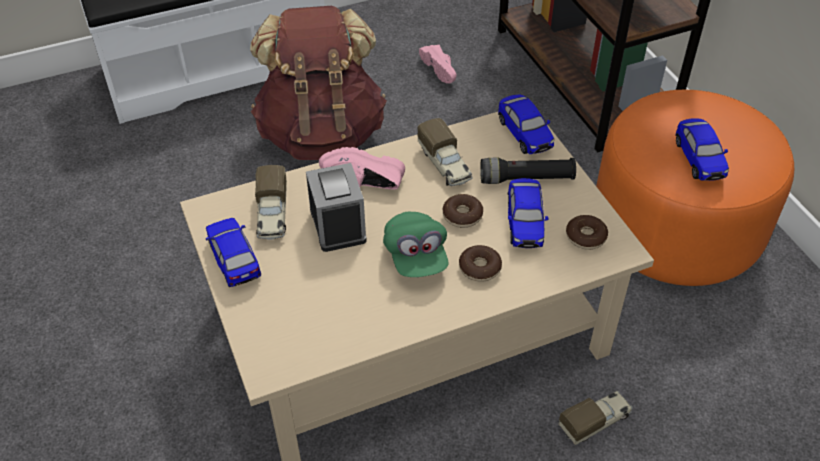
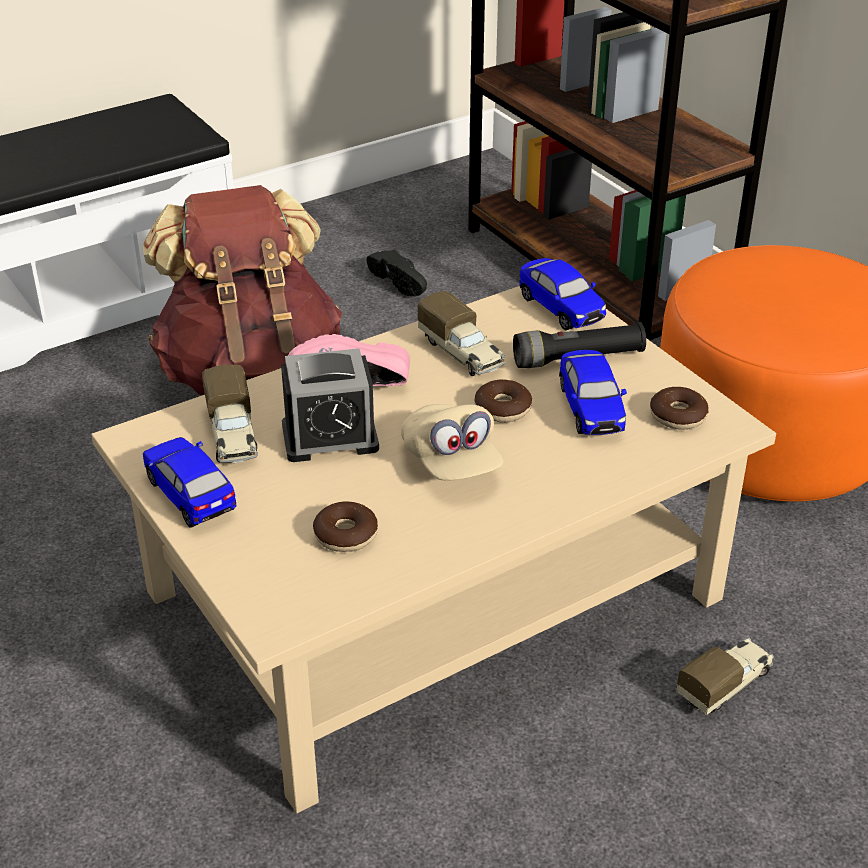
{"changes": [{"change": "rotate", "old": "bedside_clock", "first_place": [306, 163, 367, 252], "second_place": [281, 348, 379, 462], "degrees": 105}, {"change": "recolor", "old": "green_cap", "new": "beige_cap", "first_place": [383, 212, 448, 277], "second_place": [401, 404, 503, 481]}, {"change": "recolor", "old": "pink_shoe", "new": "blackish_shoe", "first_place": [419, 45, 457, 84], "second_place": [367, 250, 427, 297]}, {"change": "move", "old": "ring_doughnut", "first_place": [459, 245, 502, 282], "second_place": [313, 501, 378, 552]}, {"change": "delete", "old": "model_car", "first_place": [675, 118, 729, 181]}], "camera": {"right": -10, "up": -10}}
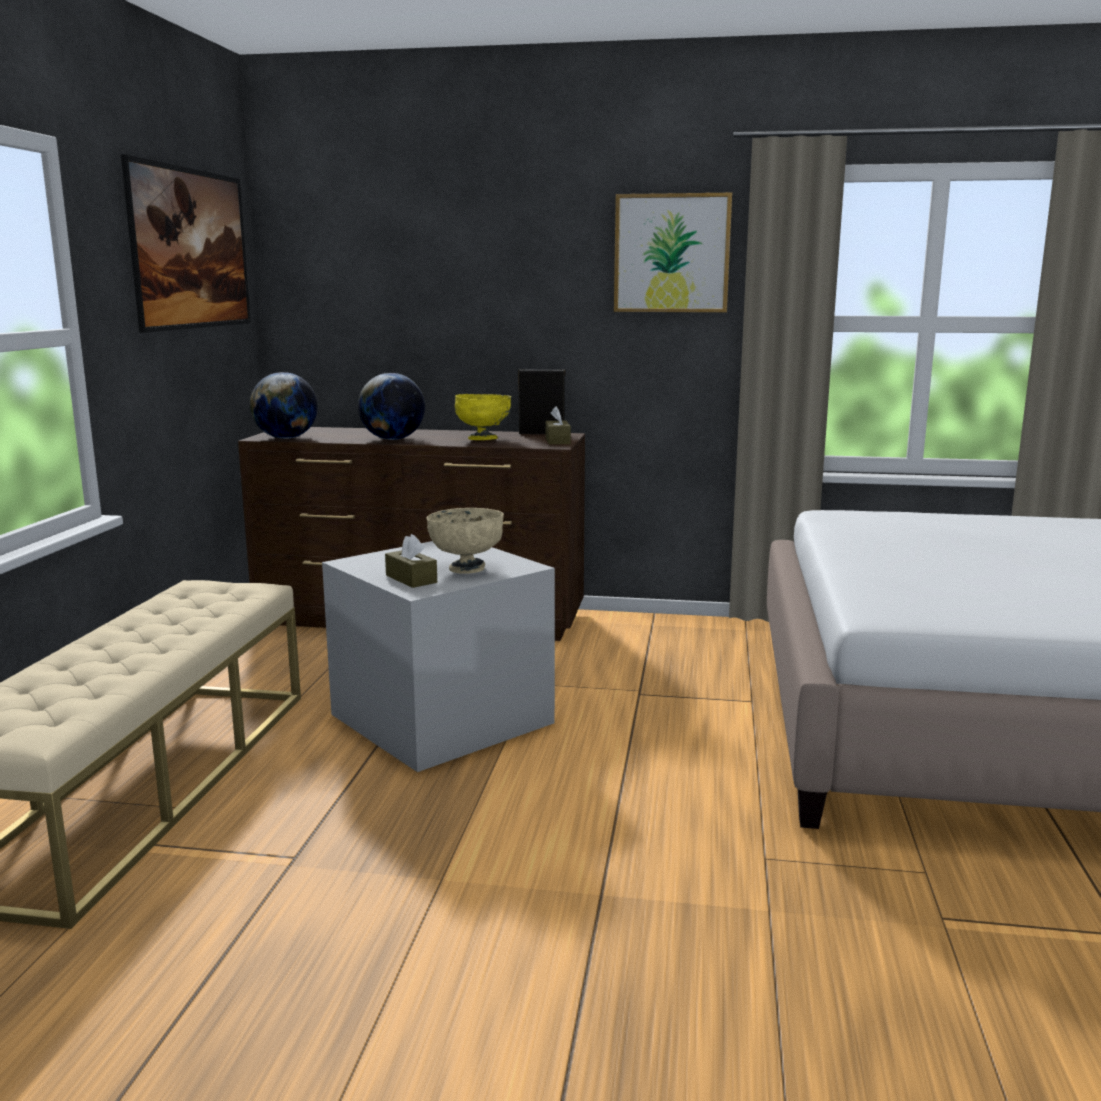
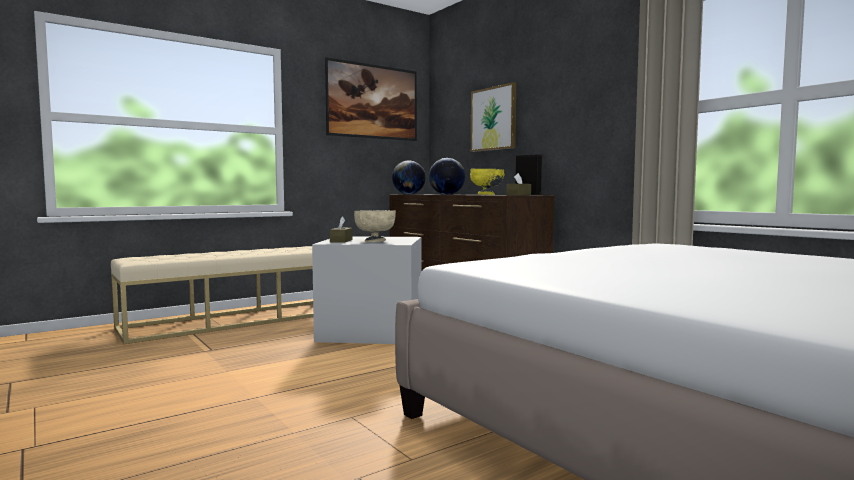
{"changes": [{"change": "move", "old": "picture", "first_place": [614, 193, 732, 312], "second_place": [471, 82, 516, 152]}], "camera": {"right": 45, "up": -10}}
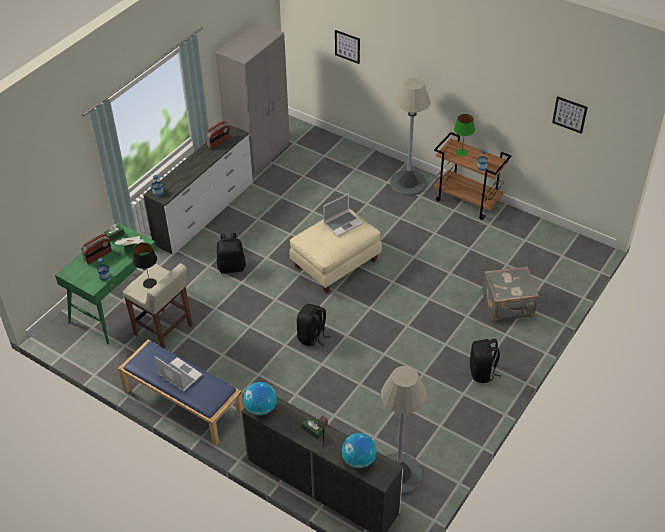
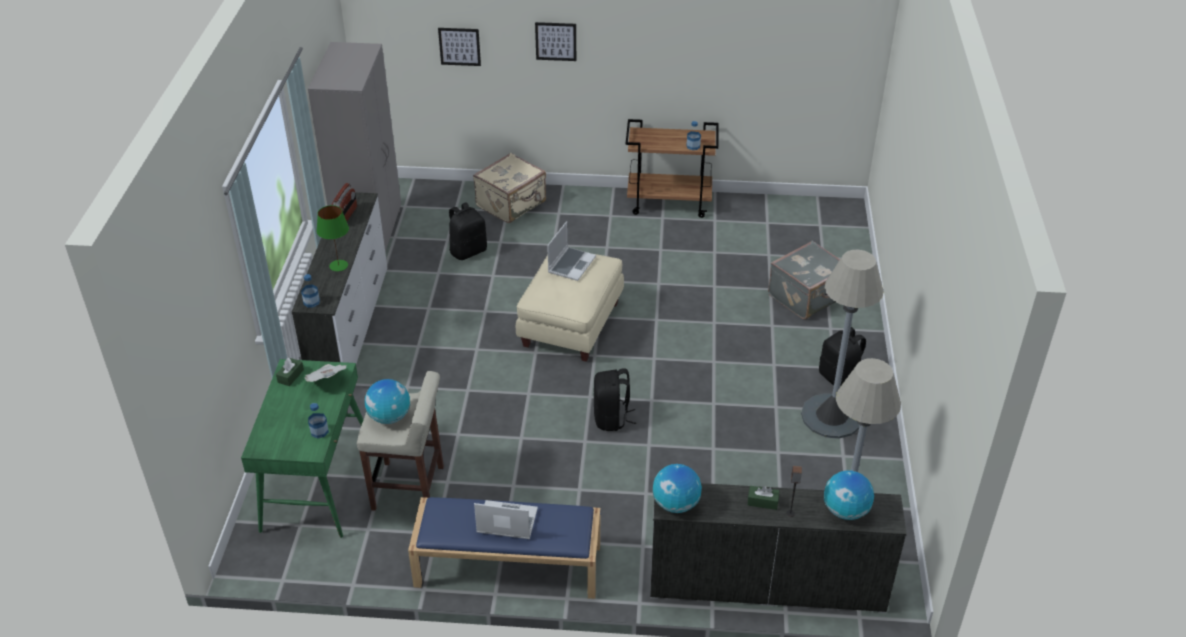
{"changes": [{"change": "delete", "old": "radio_set", "first_place": [81, 234, 112, 264]}, {"change": "replace", "old": "blackish_lamp_for_a_table", "new": "desk_globe", "first_place": [133, 243, 157, 288], "second_place": [365, 379, 410, 424]}, {"change": "move", "old": "blackish_rucksack", "first_place": [217, 233, 246, 273], "second_place": [449, 202, 487, 260]}, {"change": "move", "old": "grey_standing_lamp", "first_place": [390, 78, 430, 196], "second_place": [801, 250, 883, 439]}, {"change": "move", "old": "green_lamp_for_a_table", "first_place": [454, 114, 475, 157], "second_place": [316, 205, 349, 271]}, {"change": "move", "old": "picture", "first_place": [552, 96, 588, 134], "second_place": [535, 22, 576, 61]}, {"change": "insert", "new": "beige_piece_of_luggage", "second_place": [473, 153, 546, 223]}], "camera": {"right": -30, "up": -5}}
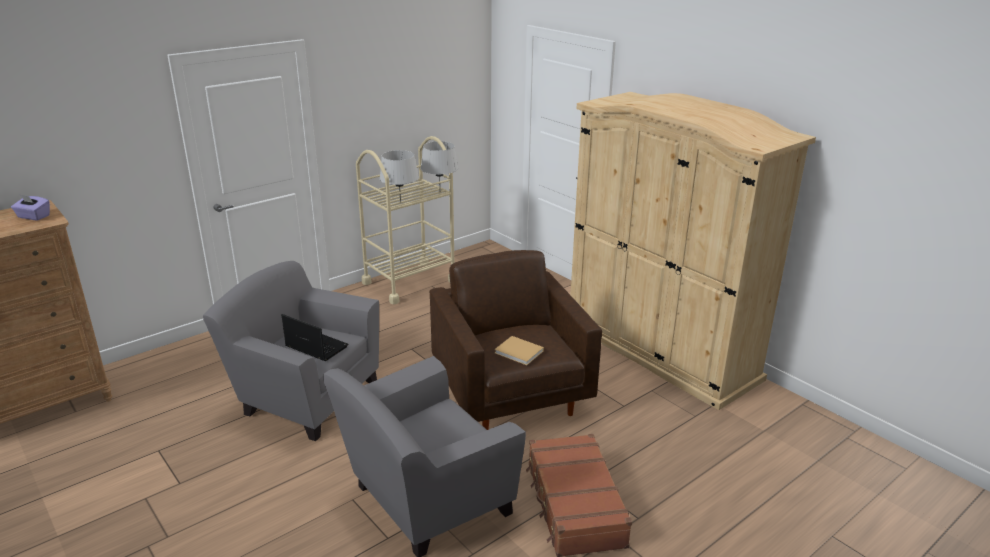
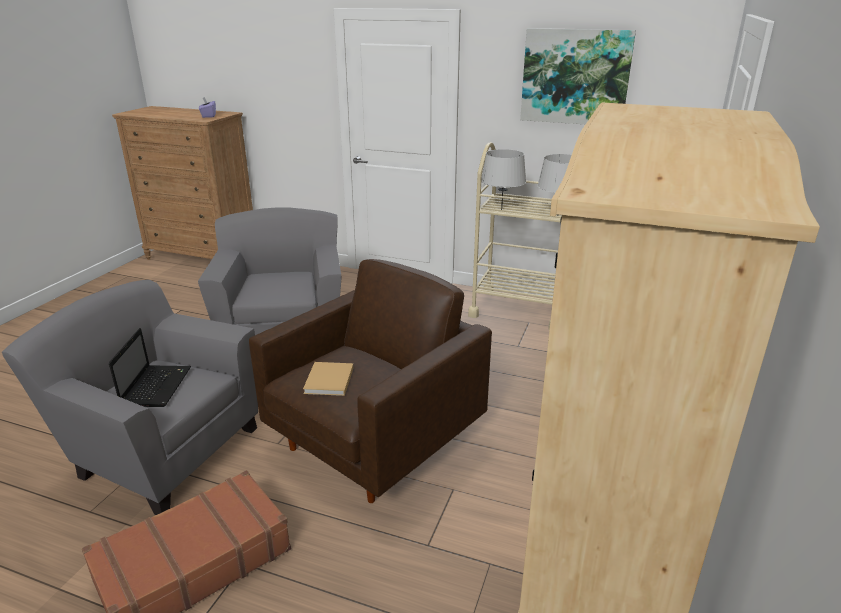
{"changes": [{"change": "move", "old": "portable_computer", "first_place": [281, 314, 348, 361], "second_place": [109, 328, 191, 407]}, {"change": "insert", "new": "picture", "second_place": [520, 28, 636, 124]}], "camera": {"right": 60, "up": 0}}
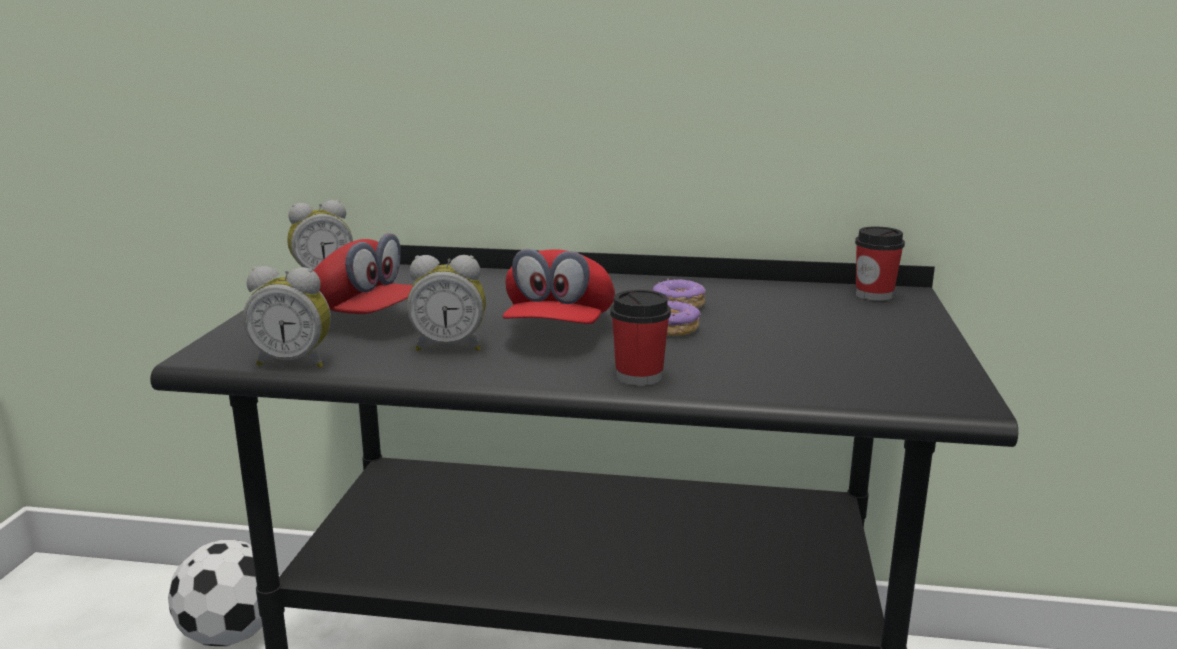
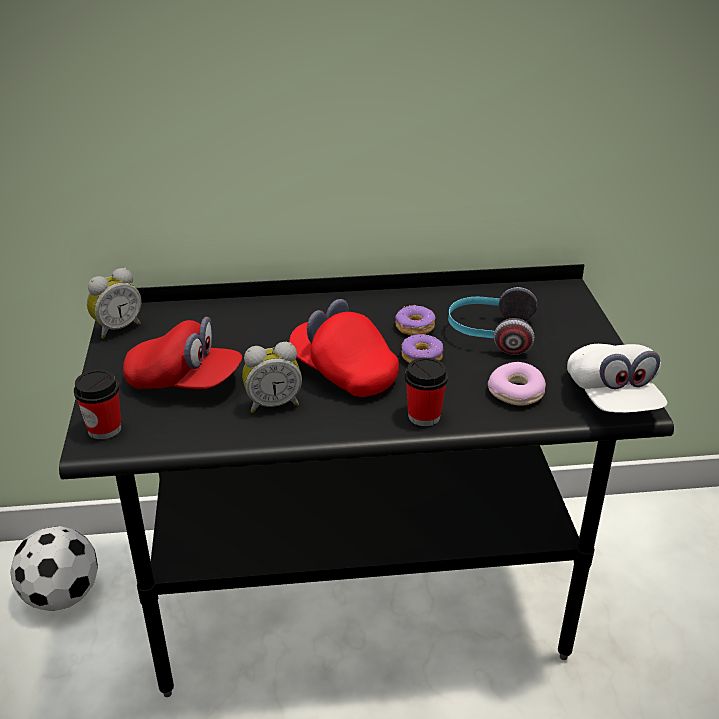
{"changes": [{"change": "delete", "old": "bedside_clock", "first_place": [243, 266, 331, 368]}, {"change": "rotate", "old": "reddish_cap", "first_place": [503, 249, 615, 324], "second_place": [289, 299, 399, 397], "degrees": 135}, {"change": "move", "old": "small_cup", "first_place": [855, 226, 905, 301], "second_place": [74, 370, 121, 440]}, {"change": "insert", "new": "pair_of_headphones", "second_place": [448, 287, 538, 355]}, {"change": "insert", "new": "ring_doughnut", "second_place": [488, 362, 546, 406]}, {"change": "insert", "new": "whitish_cap", "second_place": [567, 344, 667, 413]}], "camera": {"right": -15, "up": 15}}
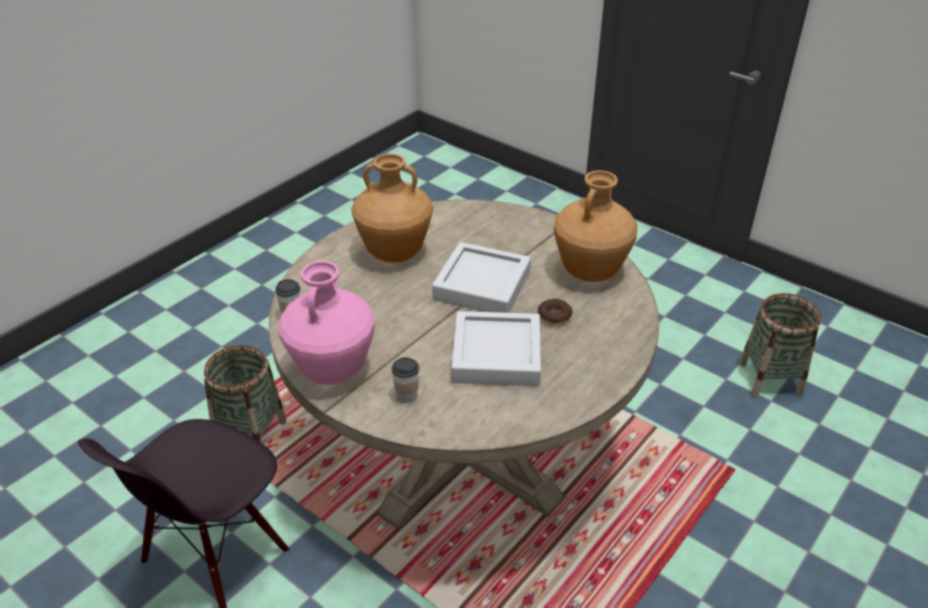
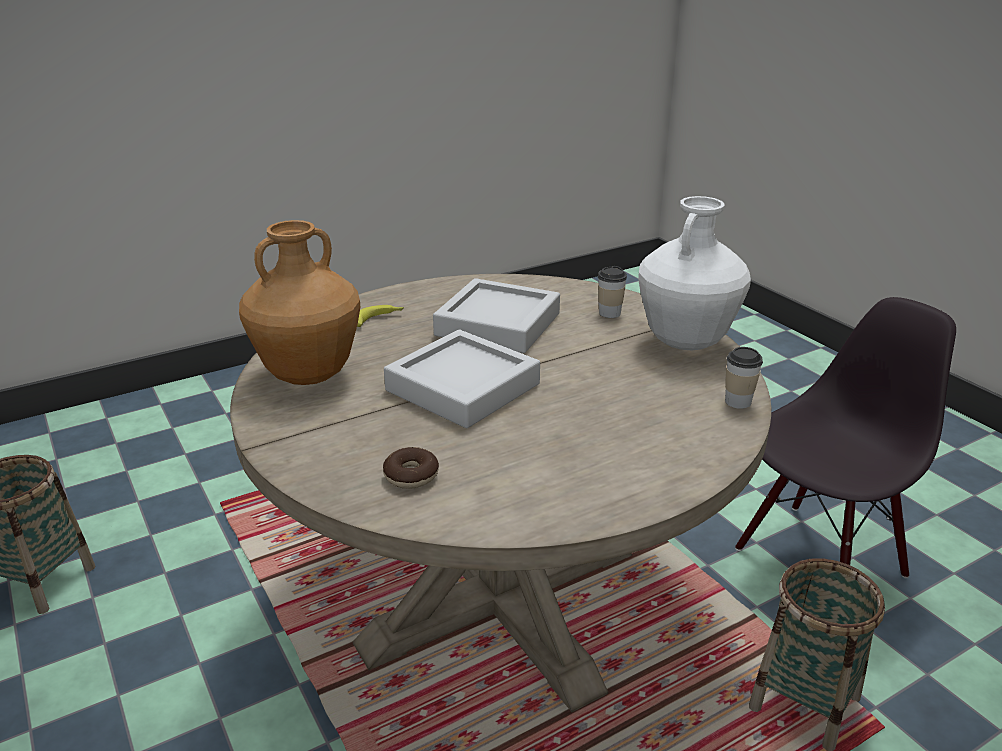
{"changes": [{"change": "recolor", "old": "pink_decorative_vase", "new": "whitish_decorative_vase", "first_place": [279, 261, 375, 385], "second_place": [638, 196, 751, 350]}, {"change": "delete", "old": "brownish_decorative_vase", "first_place": [351, 153, 433, 263]}, {"change": "move", "old": "ring_doughnut", "first_place": [538, 299, 573, 325], "second_place": [383, 447, 439, 489]}, {"change": "insert", "new": "whole_banana", "second_place": [357, 305, 404, 327]}], "camera": {"right": -160, "up": -10}}
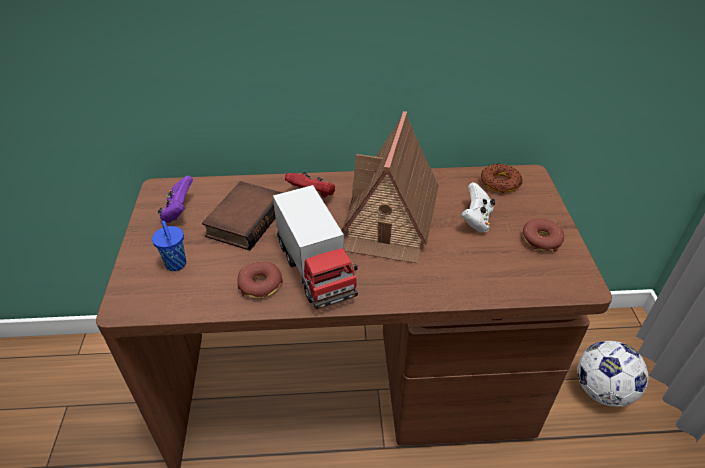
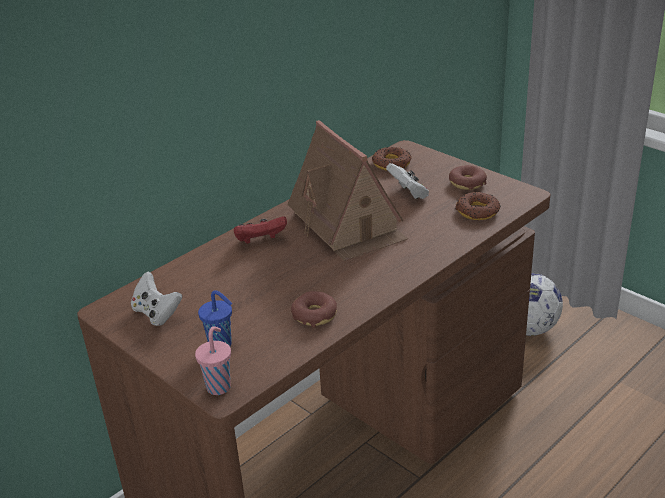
{"changes": [{"change": "recolor", "old": "purple-coloured_game_controller", "new": "whitish_game_controller", "first_place": [158, 176, 193, 223], "second_place": [131, 272, 182, 326]}, {"change": "delete", "old": "volume", "first_place": [202, 181, 283, 251]}, {"change": "delete", "old": "toy_truck", "first_place": [273, 185, 358, 309]}, {"change": "insert", "new": "pink_small_cup", "second_place": [195, 326, 231, 395]}, {"change": "insert", "new": "ring_doughnut", "second_place": [455, 192, 500, 220]}], "camera": {"right": -40, "up": -10}}
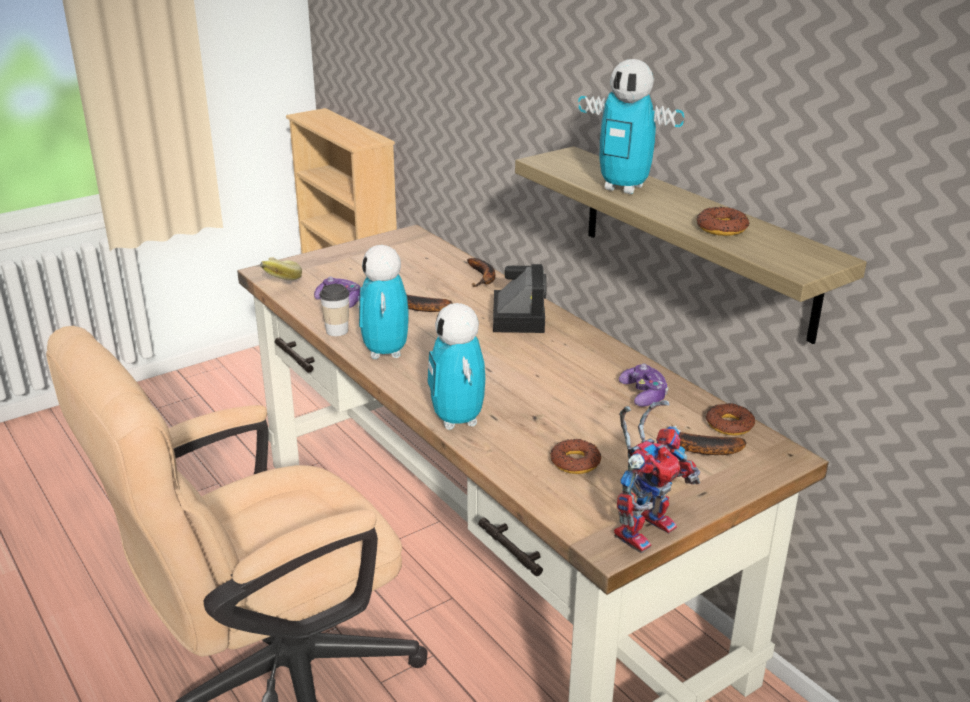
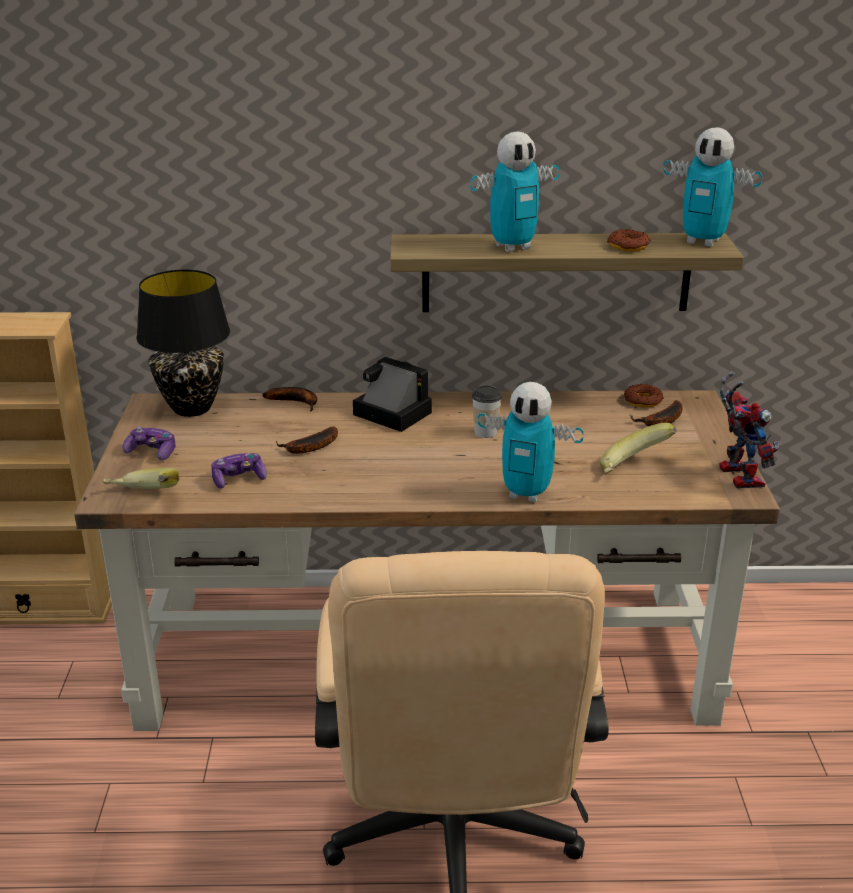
{"changes": [{"change": "move", "old": "small_cup", "first_place": [319, 284, 349, 336], "second_place": [472, 386, 502, 438]}, {"change": "move", "old": "model_robot", "first_place": [358, 245, 409, 359], "second_place": [664, 127, 762, 247]}, {"change": "replace", "old": "ring_doughnut", "new": "whole_banana", "first_place": [550, 439, 601, 474], "second_place": [600, 423, 677, 473]}, {"change": "move", "old": "game_controller", "first_place": [619, 363, 669, 407], "second_place": [122, 427, 176, 460]}, {"change": "insert", "new": "blackish_lamp_for_a_table", "second_place": [136, 270, 230, 417]}], "camera": {"right": -55, "up": 0}}
